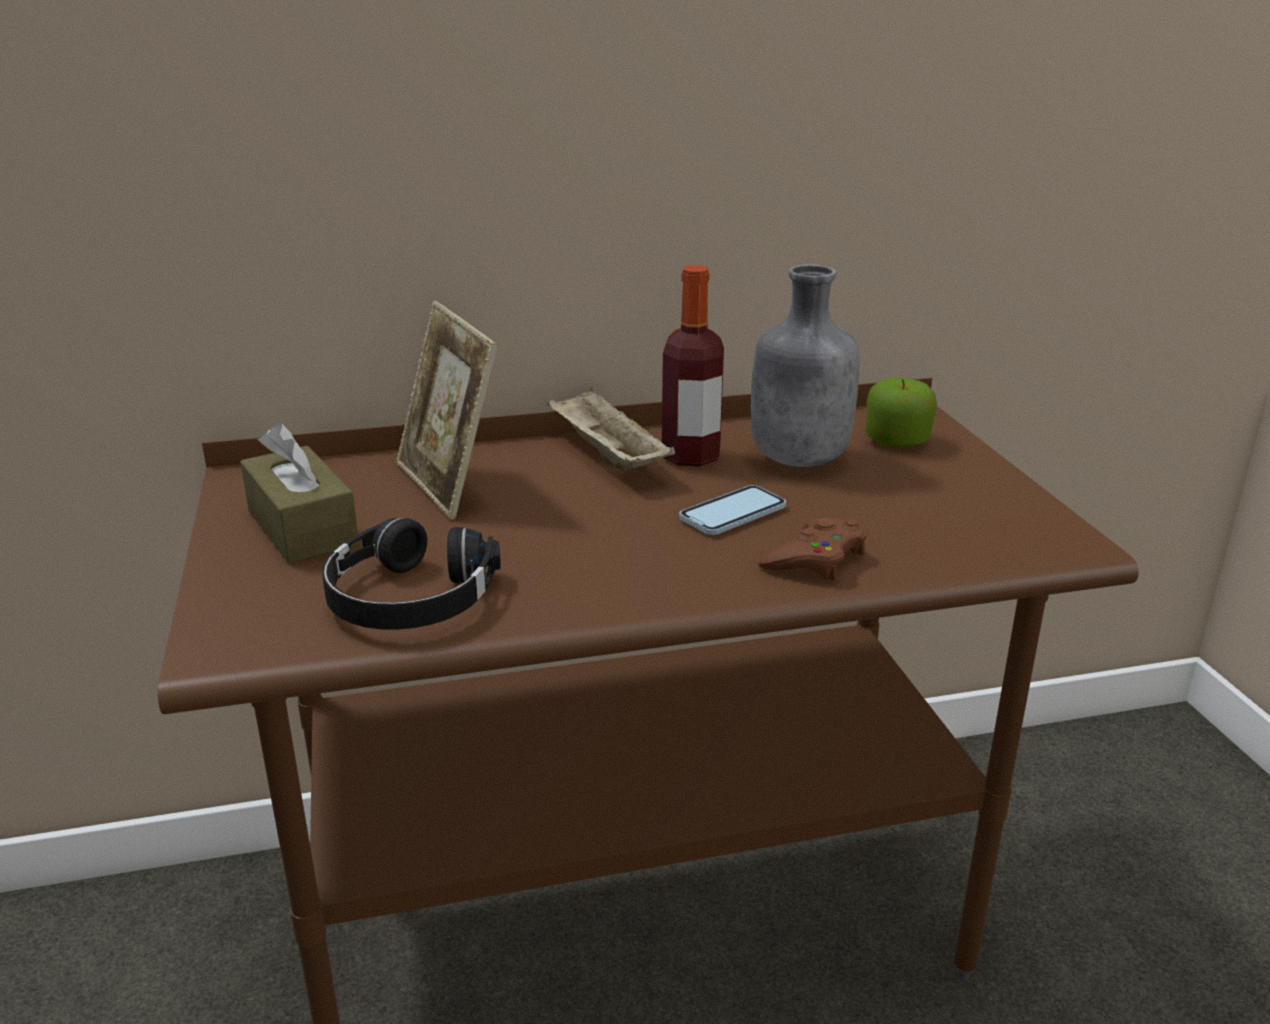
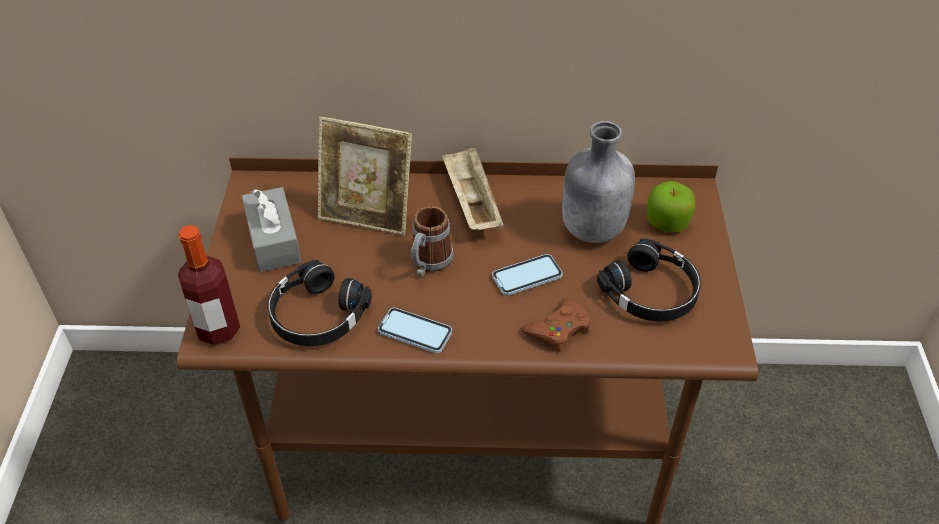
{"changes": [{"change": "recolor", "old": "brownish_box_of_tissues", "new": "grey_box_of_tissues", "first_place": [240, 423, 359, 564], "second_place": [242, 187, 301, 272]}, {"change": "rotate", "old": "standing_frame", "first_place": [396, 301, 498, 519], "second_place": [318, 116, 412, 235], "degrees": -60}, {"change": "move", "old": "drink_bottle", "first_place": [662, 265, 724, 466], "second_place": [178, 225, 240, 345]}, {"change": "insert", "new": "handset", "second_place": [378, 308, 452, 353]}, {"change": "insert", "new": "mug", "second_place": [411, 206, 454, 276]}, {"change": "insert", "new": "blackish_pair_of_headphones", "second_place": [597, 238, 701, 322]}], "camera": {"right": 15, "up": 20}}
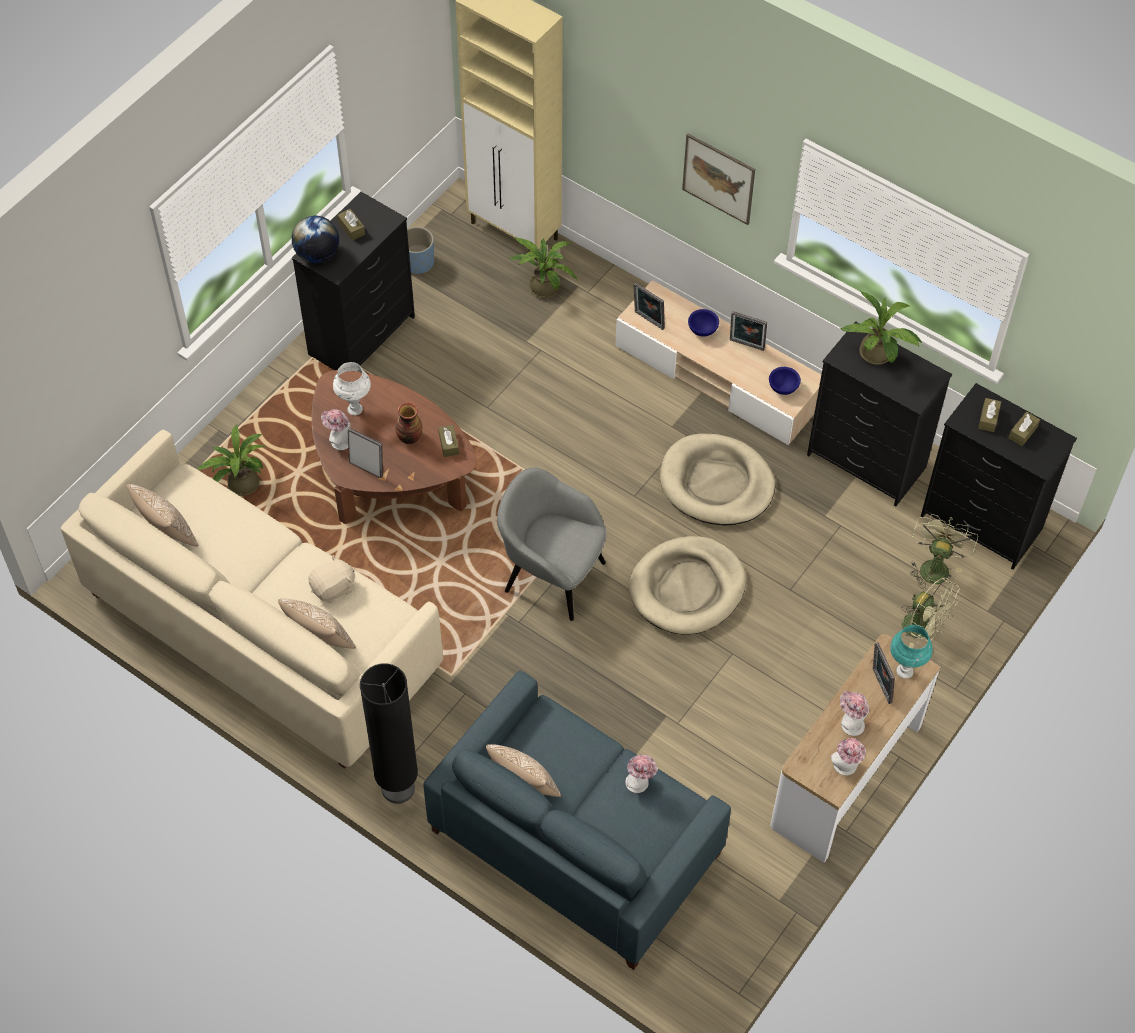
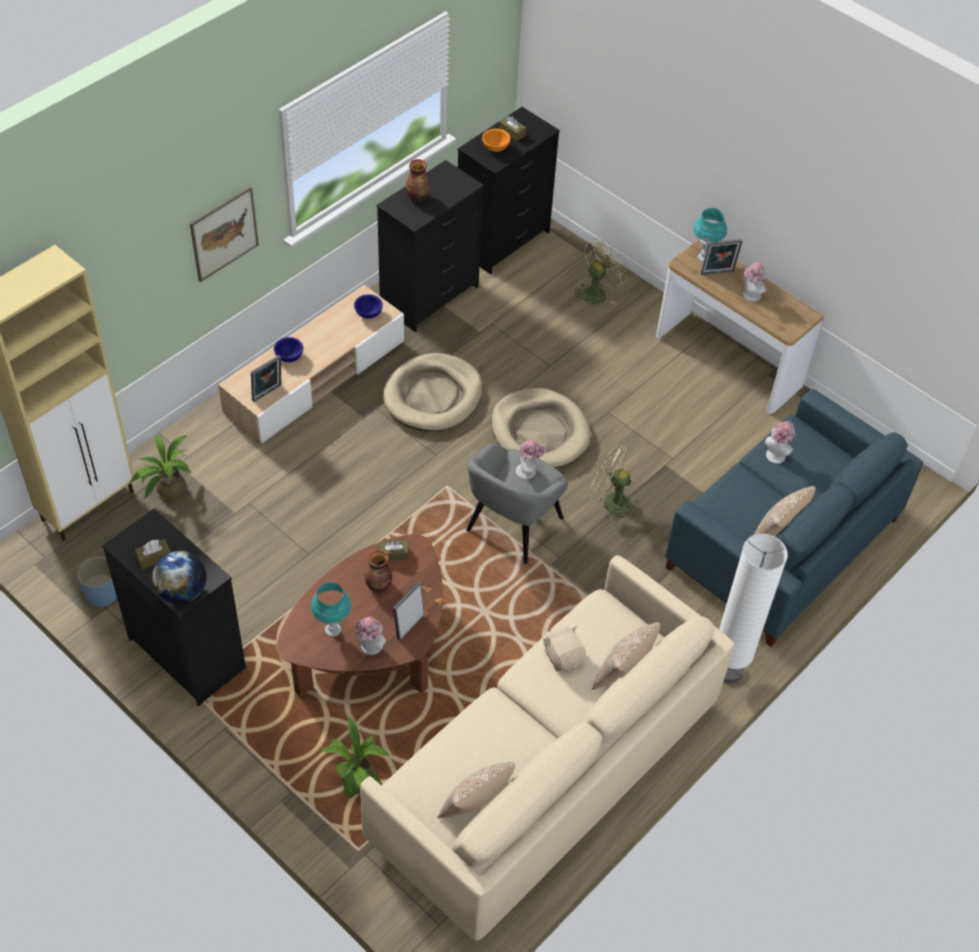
{"changes": [{"change": "recolor", "old": "whitish_lamp_for_a_table", "new": "turquoise_lamp_for_a_table", "first_place": [333, 362, 371, 415], "second_place": [311, 582, 351, 636]}, {"change": "recolor", "old": "blackish_standing_lamp", "new": "whitish_standing_lamp", "first_place": [360, 663, 418, 804], "second_place": [719, 534, 788, 683]}, {"change": "delete", "old": "standing_frame", "first_place": [730, 311, 767, 351]}, {"change": "move", "old": "hat", "first_place": [831, 738, 866, 776], "second_place": [516, 439, 545, 480]}, {"change": "replace", "old": "potted_plant", "new": "decorative_vase", "first_place": [841, 291, 922, 365], "second_place": [406, 159, 430, 202]}, {"change": "move", "old": "green_fan", "first_place": [910, 514, 978, 589], "second_place": [589, 444, 634, 522]}, {"change": "replace", "old": "brownish_box_of_tissues", "new": "orange_bowl", "first_place": [978, 398, 1001, 432], "second_place": [482, 129, 510, 152]}], "camera": {"right": -85, "up": -5}}
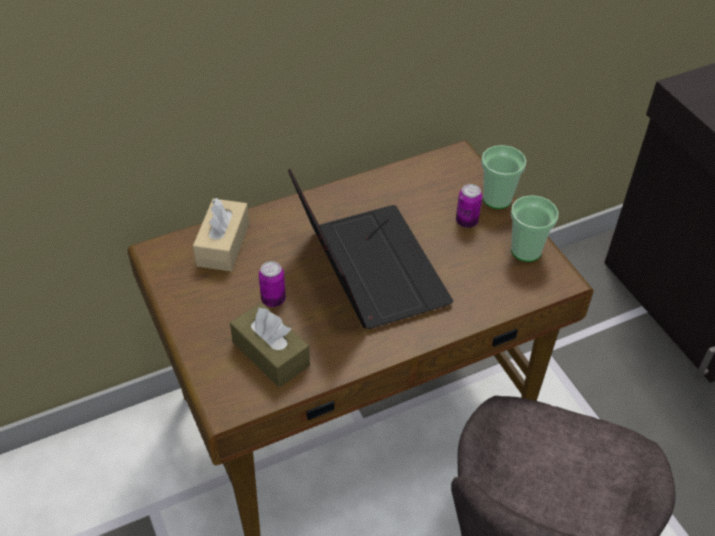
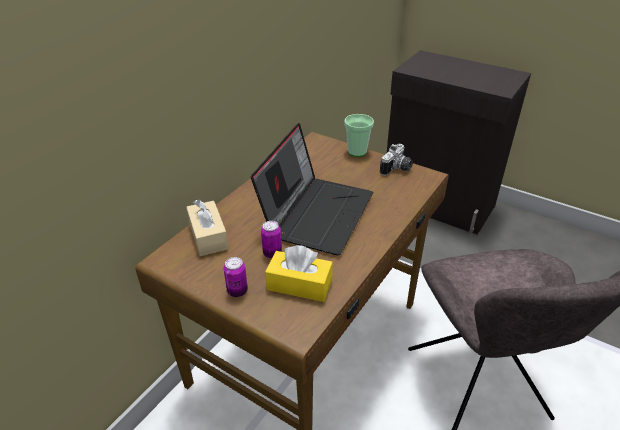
{"changes": [{"change": "recolor", "old": "brownish_box_of_tissues", "new": "yellow_box_of_tissues", "first_place": [230, 302, 310, 387], "second_place": [265, 245, 333, 302]}, {"change": "rotate", "old": "portable_computer", "first_place": [288, 169, 453, 329], "second_place": [251, 123, 373, 255], "degrees": 75}, {"change": "move", "old": "metal_can", "first_place": [456, 184, 482, 228], "second_place": [224, 257, 248, 297]}, {"change": "replace", "old": "small_cup", "new": "still_camera", "first_place": [511, 195, 559, 262], "second_place": [380, 144, 413, 176]}], "camera": {"right": -30, "up": -10}}
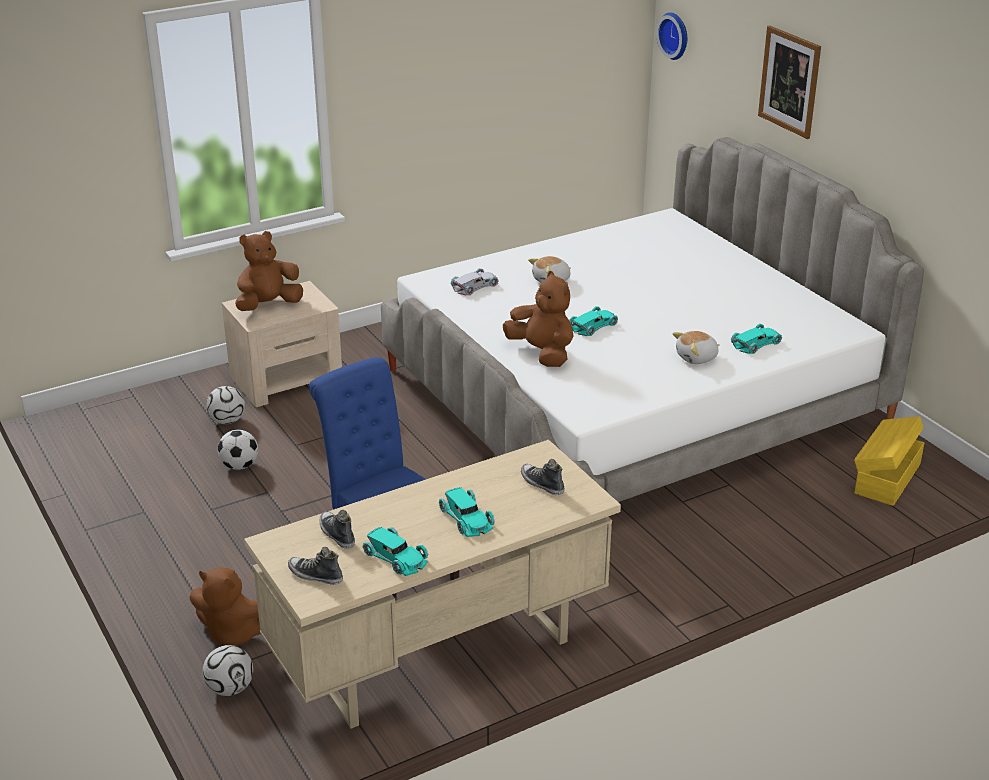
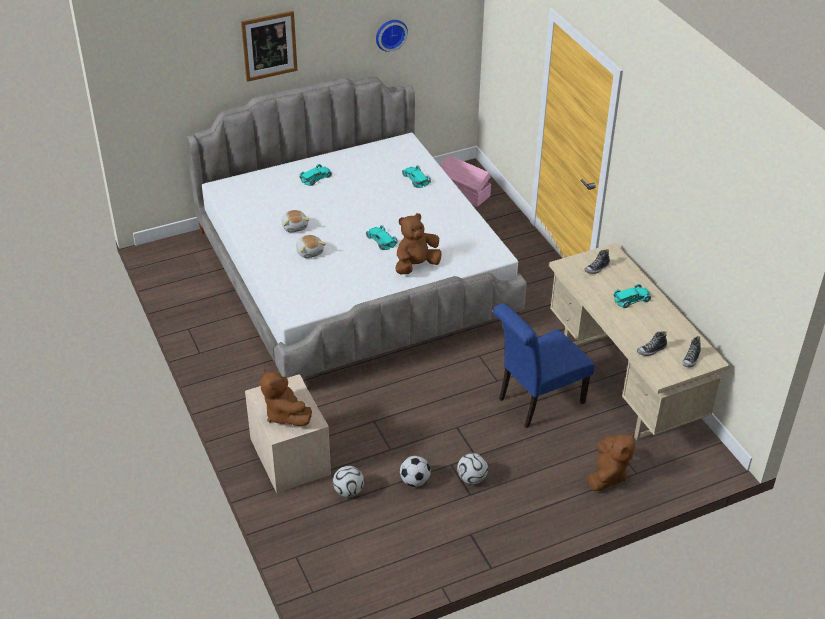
{"changes": [{"change": "move", "old": "football", "first_place": [203, 645, 253, 696], "second_place": [457, 453, 488, 484]}, {"change": "move", "old": "turquoise_model_car", "first_place": [363, 527, 428, 576], "second_place": [299, 164, 332, 186]}, {"change": "delete", "old": "whitish_model_car", "first_place": [451, 268, 499, 295]}, {"change": "move", "old": "wall_clock", "first_place": [656, 12, 687, 60], "second_place": [376, 20, 408, 52]}, {"change": "move", "old": "cuddly_toy", "first_place": [673, 331, 720, 364], "second_place": [281, 210, 309, 233]}, {"change": "recolor", "old": "yellow_storage_box", "new": "pink_storage_box", "first_place": [854, 416, 924, 506], "second_place": [440, 155, 491, 207]}], "camera": {"right": -85, "up": 10}}
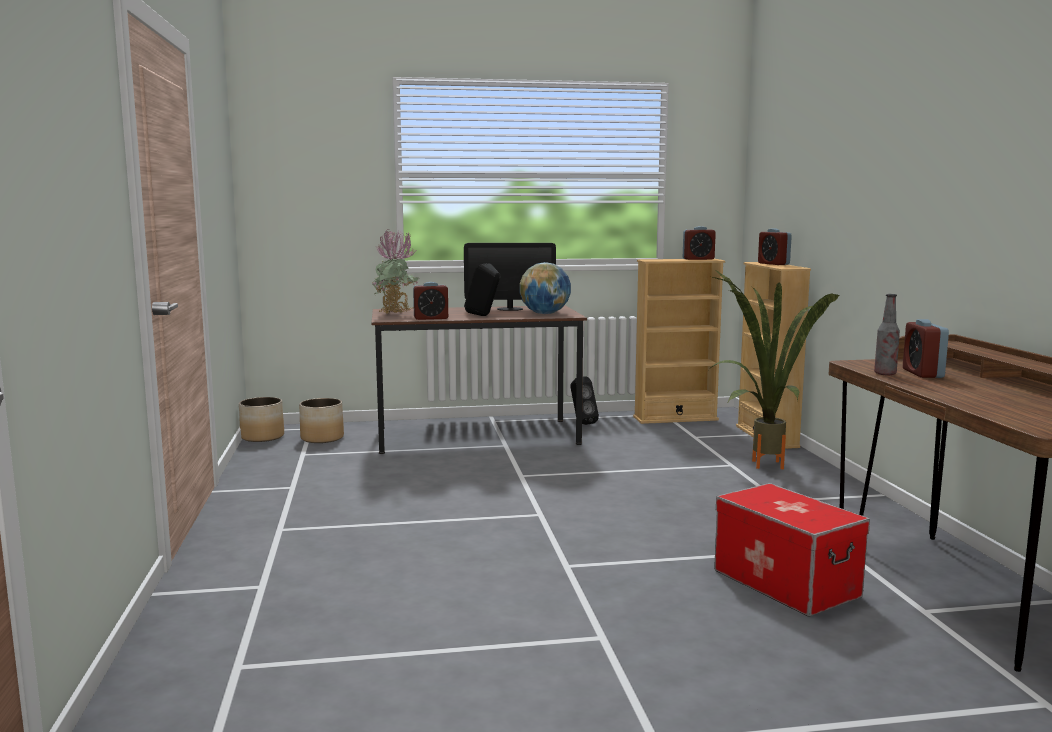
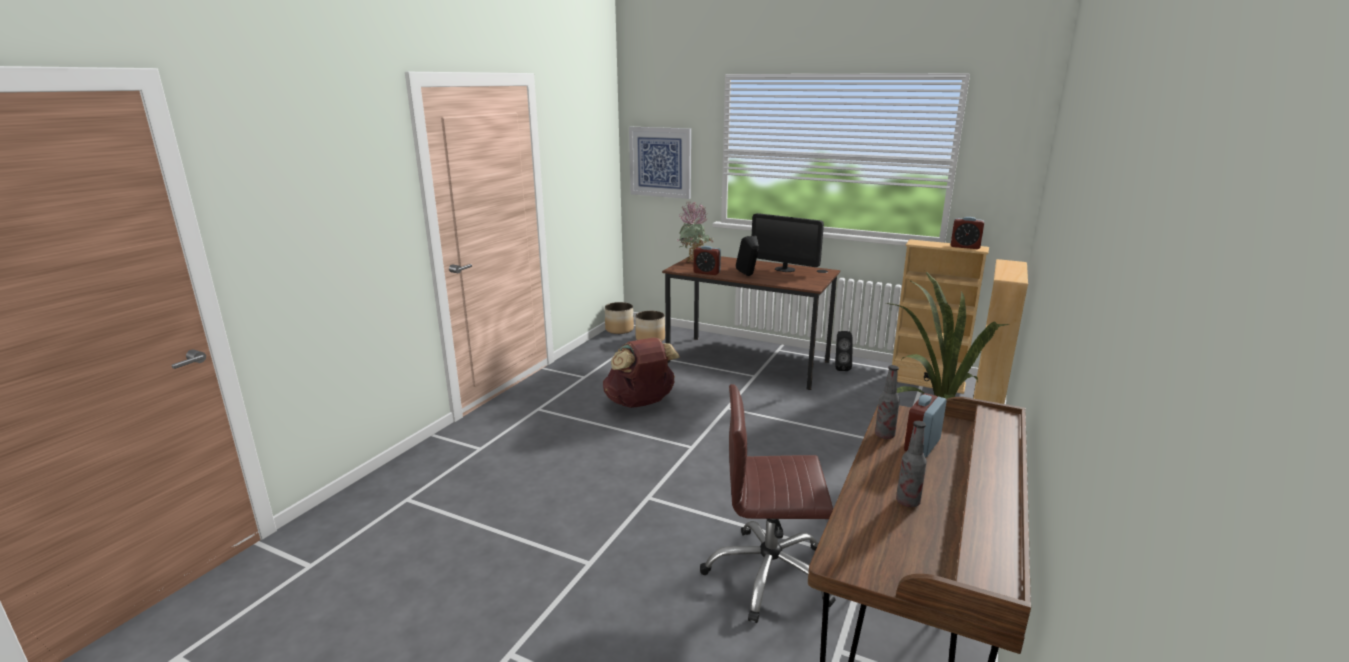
{"changes": [{"change": "delete", "old": "desk_globe", "first_place": [520, 262, 571, 314]}, {"change": "replace", "old": "storage_box", "new": "brownish_desk_chair", "first_place": [714, 483, 870, 617], "second_place": [700, 384, 835, 623]}, {"change": "delete", "old": "bedside_clock", "first_place": [758, 228, 792, 265]}, {"change": "insert", "new": "brownish_rucksack", "second_place": [603, 337, 680, 408]}, {"change": "insert", "new": "picture", "second_place": [629, 127, 691, 199]}, {"change": "insert", "new": "drink_bottle", "second_place": [896, 421, 927, 507]}], "camera": {"right": 35, "up": 10}}
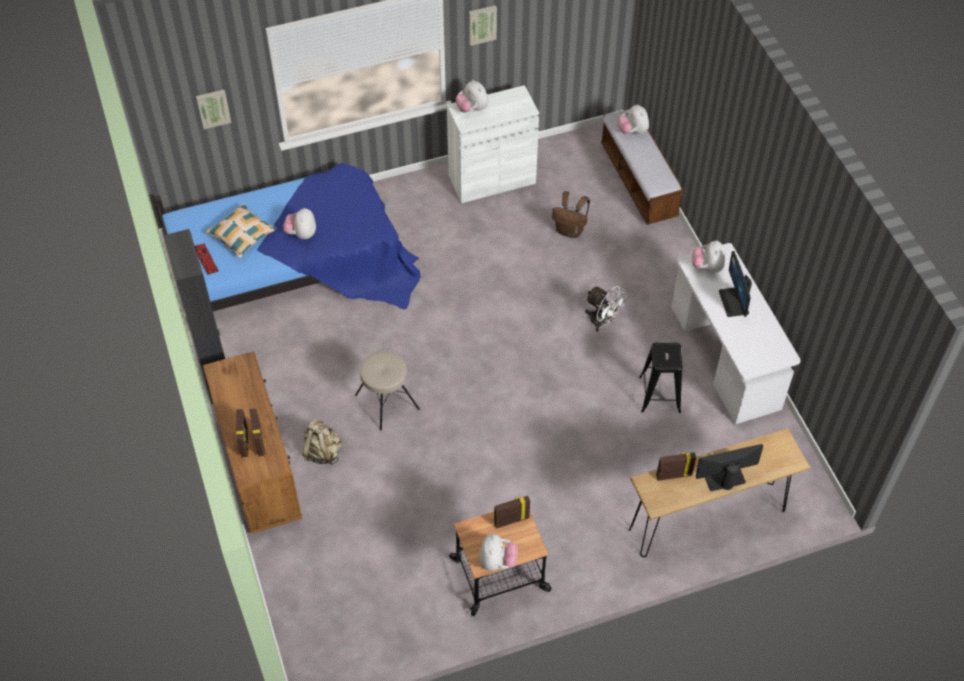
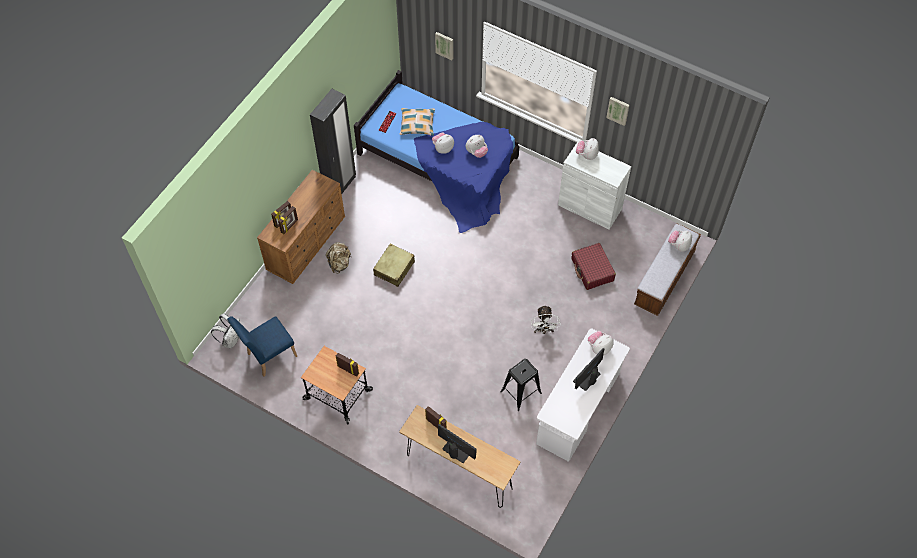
{"changes": [{"change": "replace", "old": "beige_sitting_stool", "new": "beige_piece_of_luggage", "first_place": [355, 351, 420, 430], "second_place": [373, 243, 415, 287]}, {"change": "move", "old": "cuddly_toy", "first_place": [479, 534, 517, 571], "second_place": [466, 135, 488, 158]}, {"change": "replace", "old": "brownish_rucksack", "new": "reddish_piece_of_luggage", "first_place": [552, 191, 590, 238], "second_place": [571, 243, 616, 290]}, {"change": "insert", "new": "whitish_rucksack", "second_place": [211, 314, 240, 348]}, {"change": "insert", "new": "bluish_plain_chair", "second_place": [227, 316, 297, 377]}], "camera": {"right": 50, "up": 5}}
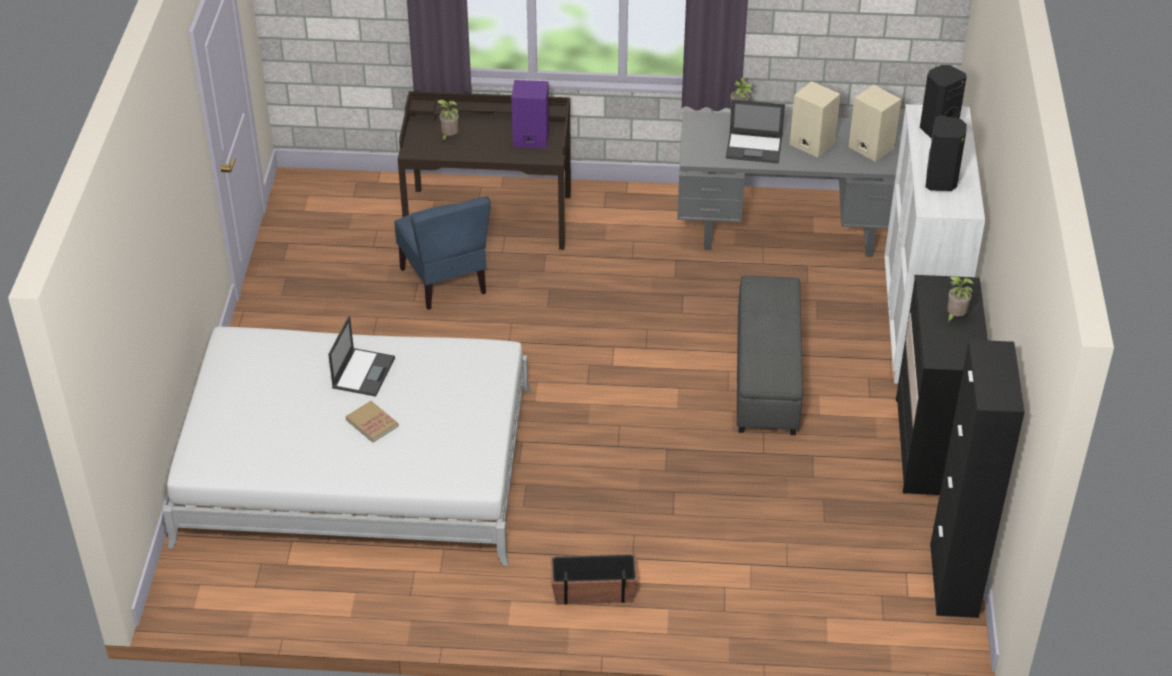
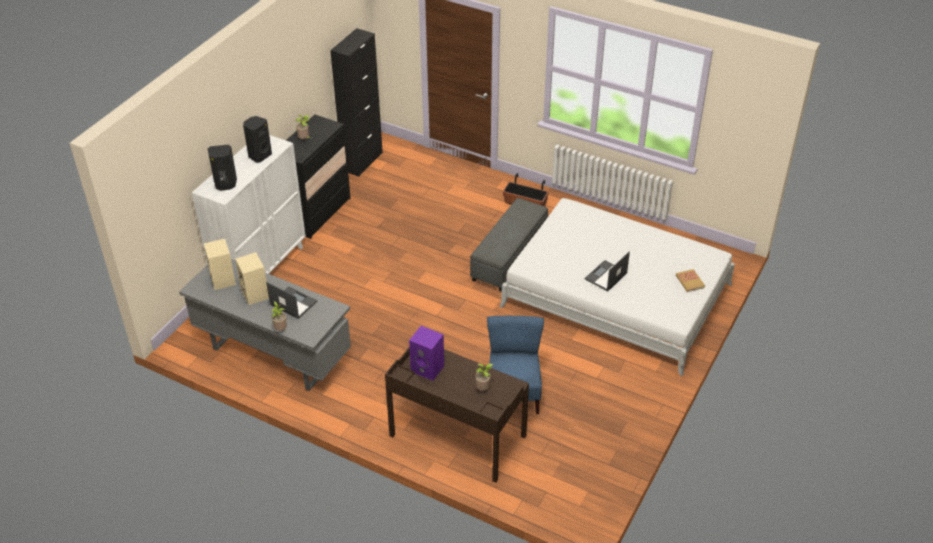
{"changes": [{"change": "move", "old": "volume", "first_place": [346, 401, 399, 443], "second_place": [676, 269, 705, 292]}, {"change": "move", "old": "grey_footrest", "first_place": [737, 276, 803, 435], "second_place": [470, 198, 548, 292]}], "camera": {"right": -155, "up": 0}}
